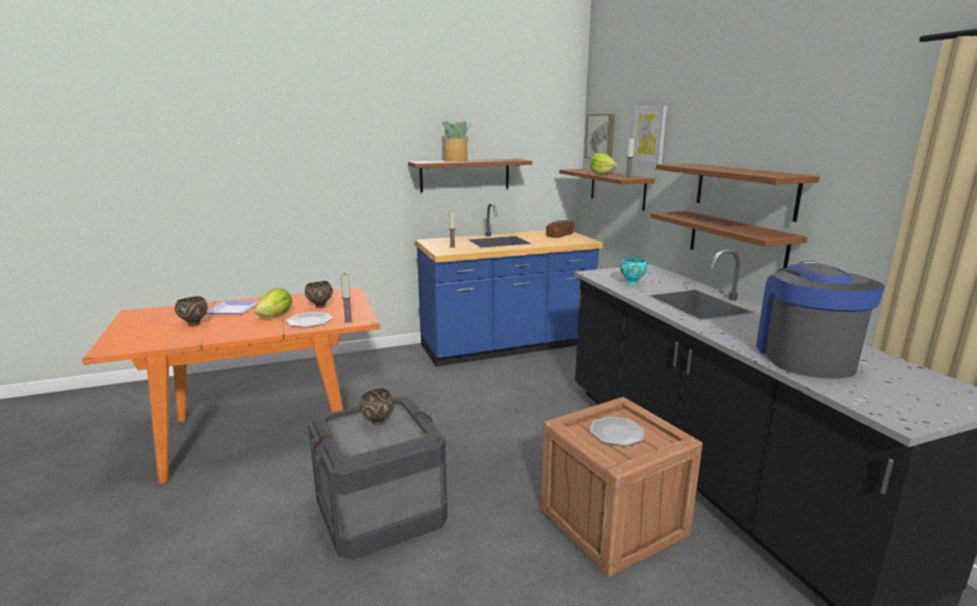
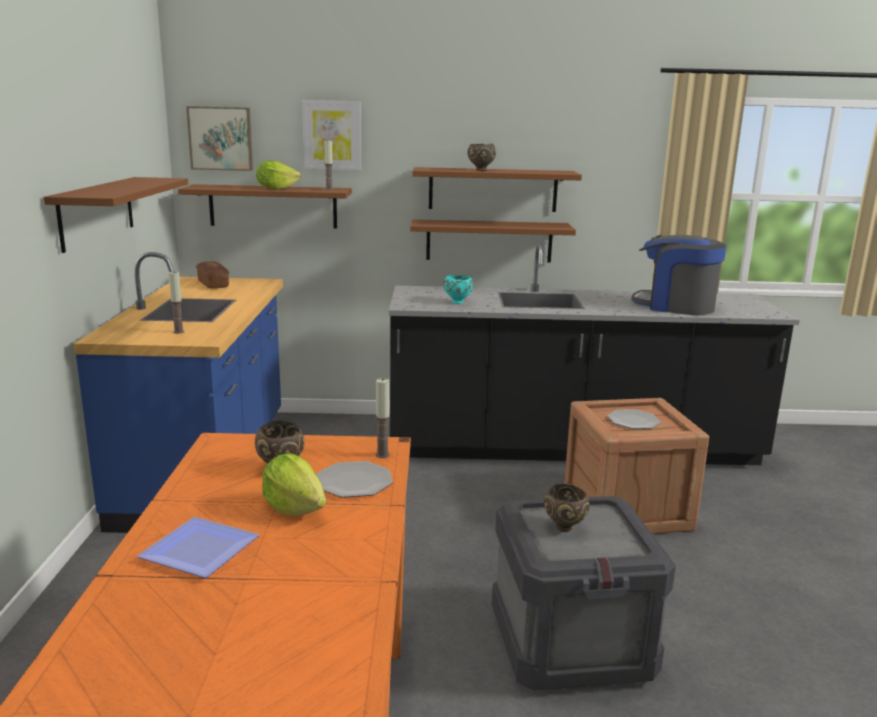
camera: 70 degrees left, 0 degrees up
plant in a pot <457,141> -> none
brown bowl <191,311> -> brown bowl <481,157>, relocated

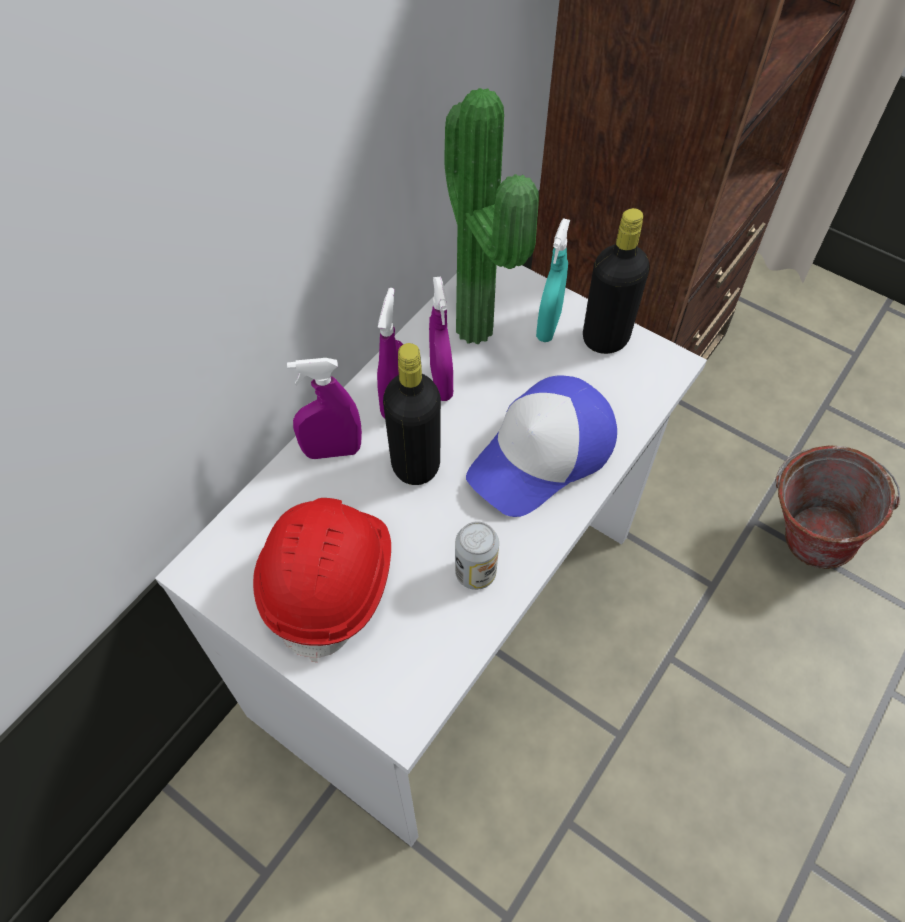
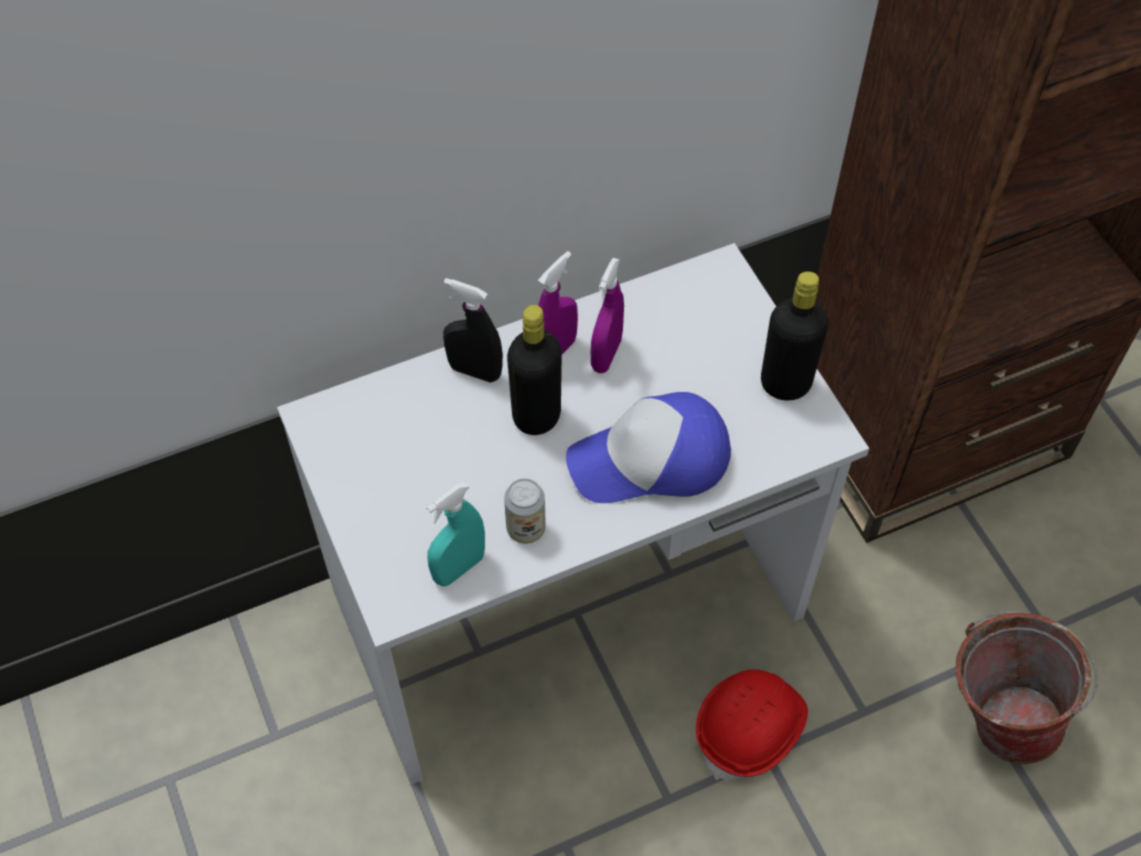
camera: 30 degrees right, 0 degrees up
plant in a pot <491,216> -> none
blue-green hand sprayer <553,280> -> blue-green hand sprayer <455,534>, relocated
purple-coloured hand sprayer <324,408> -> black hand sprayer <473,330>
red-coloured safety helmet <322,580> -> red-coloured safety helmet <752,725>, relocated

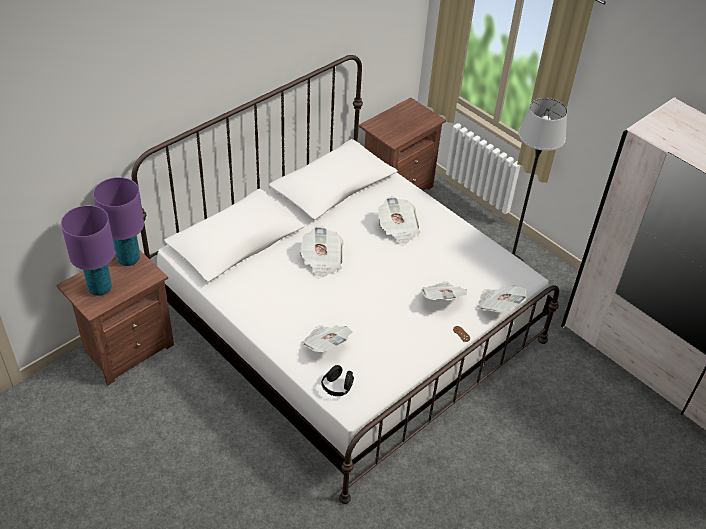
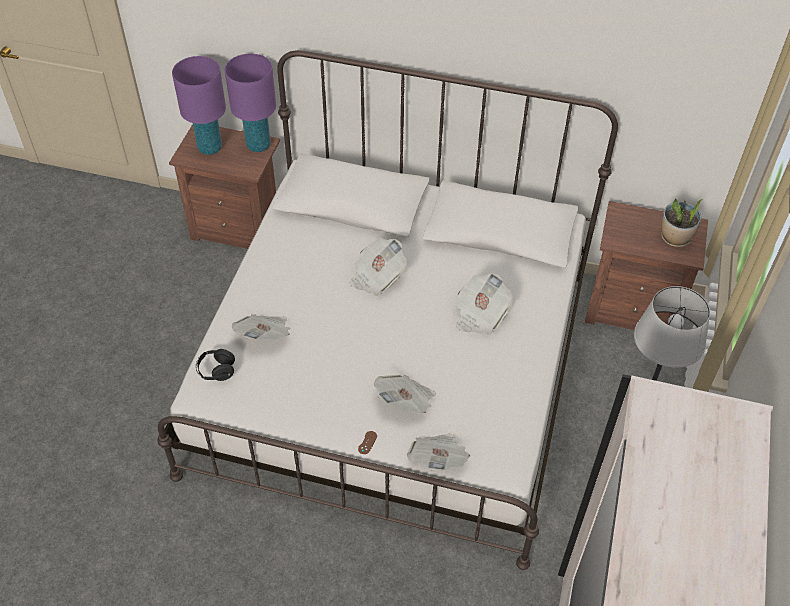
camera: 60 degrees right, 5 degrees up
none -> plant in a pot <682,222>

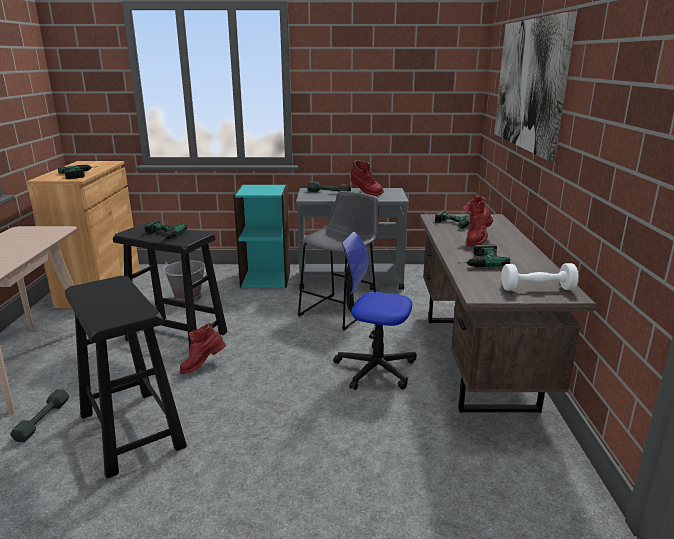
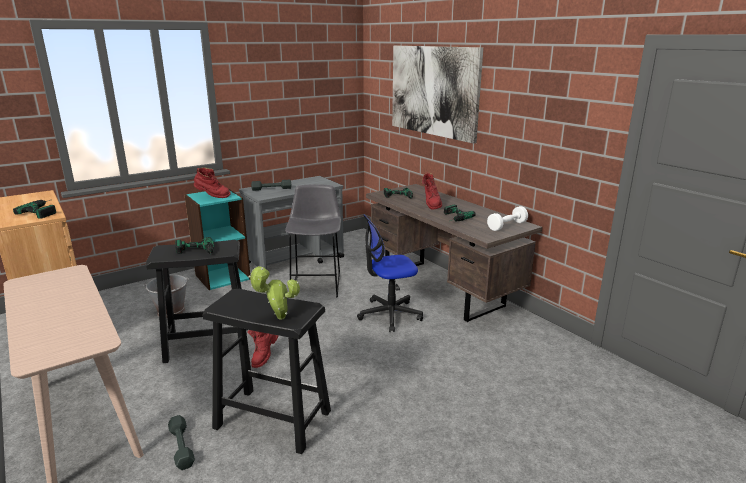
camera: 35 degrees left, 0 degrees up
red-coloured tall boot <367,178> -> red-coloured tall boot <212,182>, relocated
none -> plant in a pot <274,293>

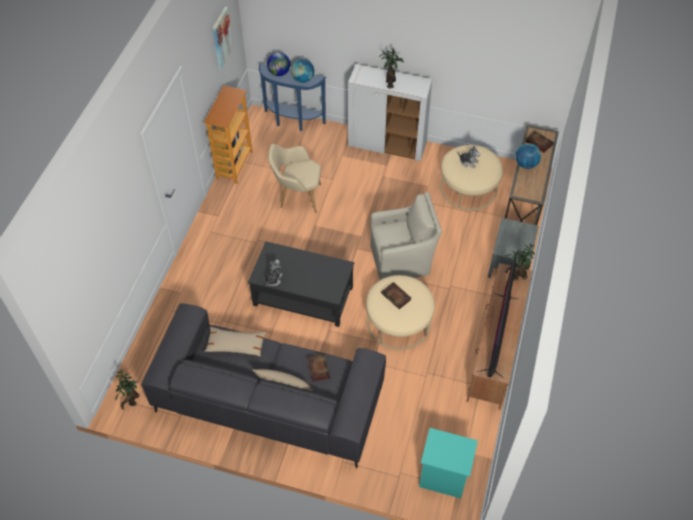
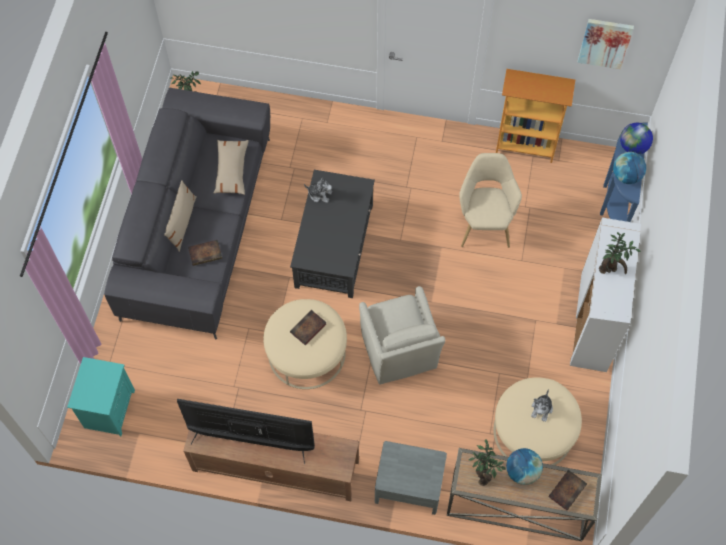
camera: 85 degrees right, 10 degrees up
plant in a pot <520,262> -> plant in a pot <487,462>, relocated

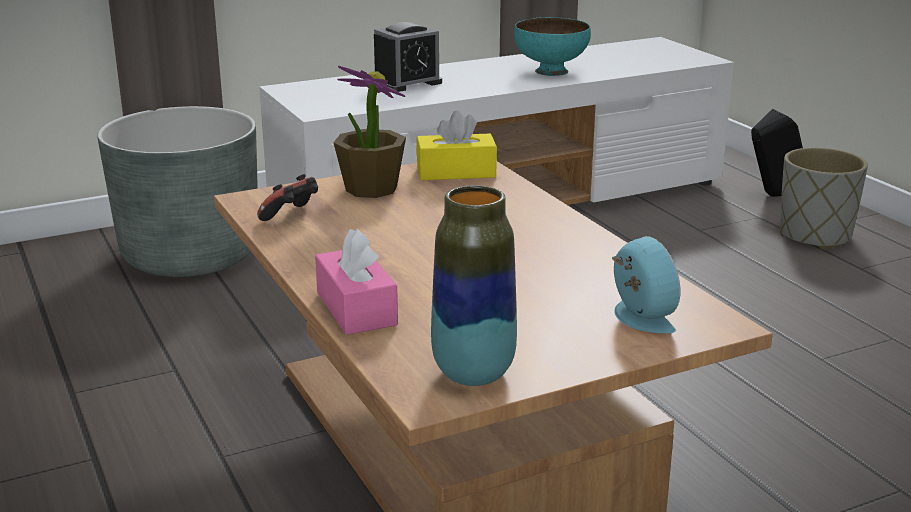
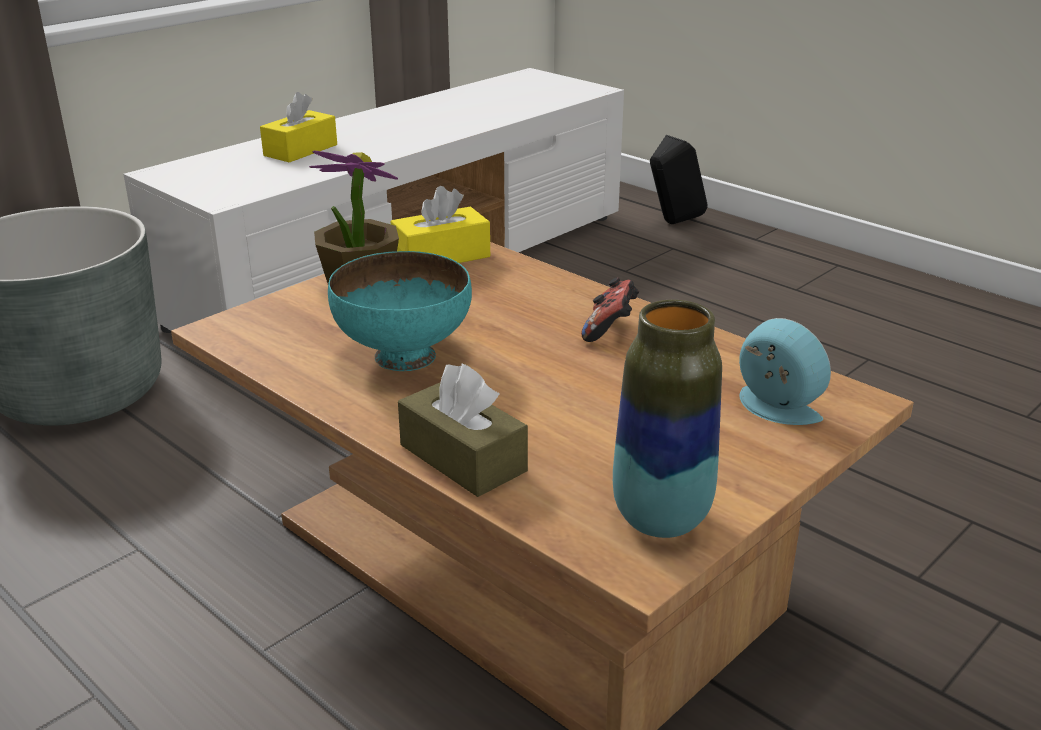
camera: 20 degrees left, 5 degrees up
blue-green bowl <552,46> -> blue-green bowl <400,311>, relocated
alarm clock <408,57> -> yellowish tissue box <298,127>
gray planter <824,198> -> none
game controller <287,197> -> game controller <610,309>, relocated
pinkish tissue box <356,282> -> brown tissue box <463,430>

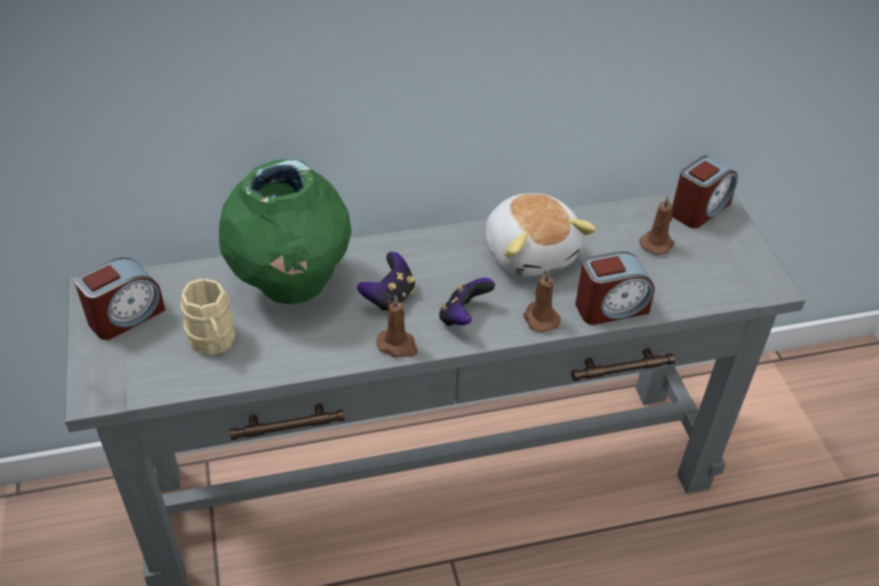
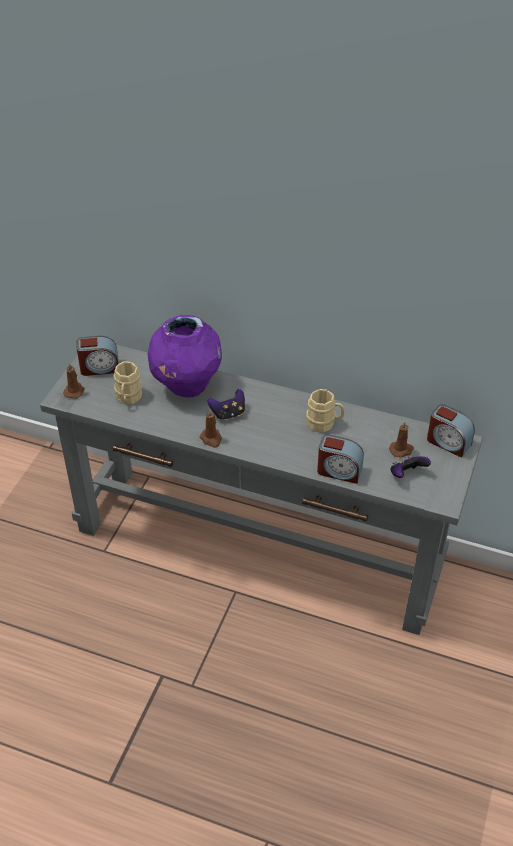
camera: 35 degrees right, 0 degrees up
alarm clock <705,192> -> alarm clock <451,431>, 45 degrees clockwise
greenish decorative vase <285,231> -> purple-coloured decorative vase <185,356>
cuddly toy <541,235> -> beige mug <325,411>
brown wax candle <542,301> -> brown wax candle <73,381>, relocated
game controller <467,302> -> game controller <410,466>, relocated

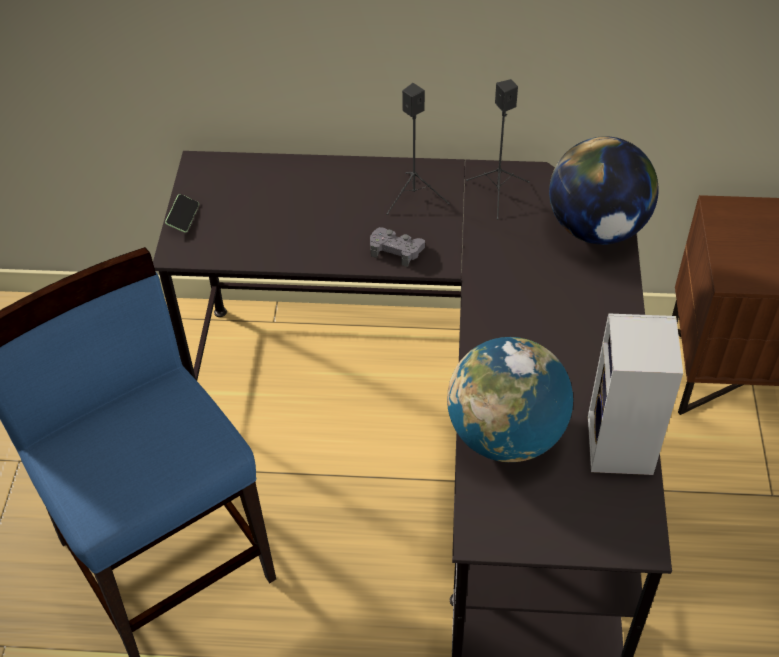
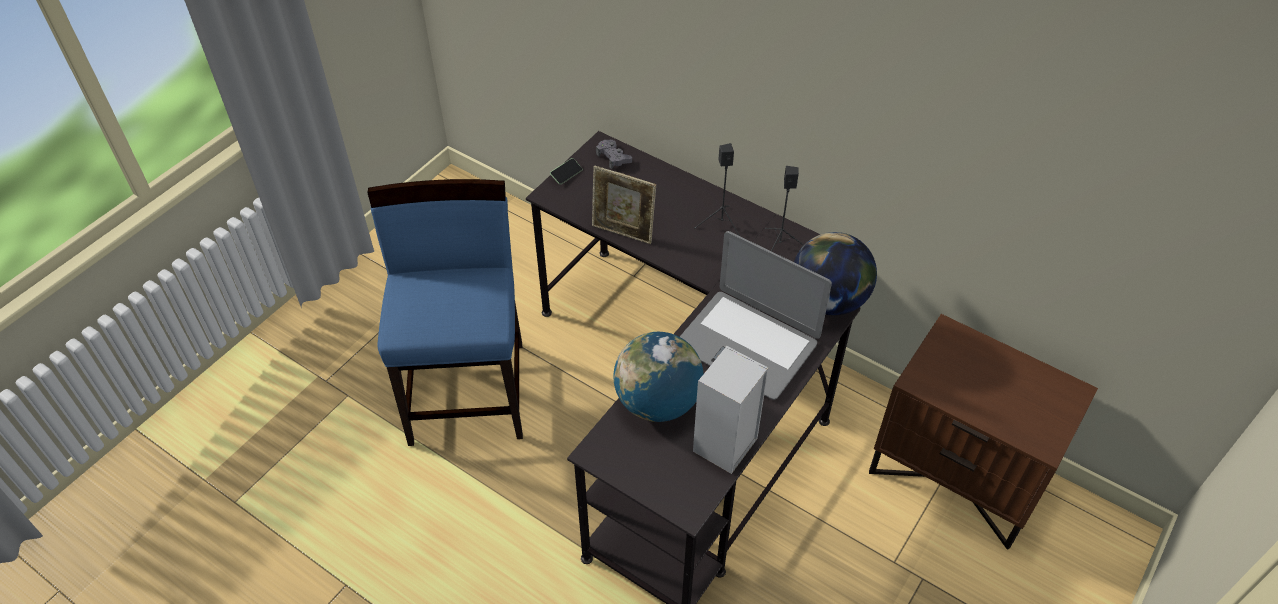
camera: 30 degrees right, 0 degrees up
gray game controller <397,247> -> gray game controller <614,154>, relocated
none -> standing frame <624,204>
none -> laptop <756,315>

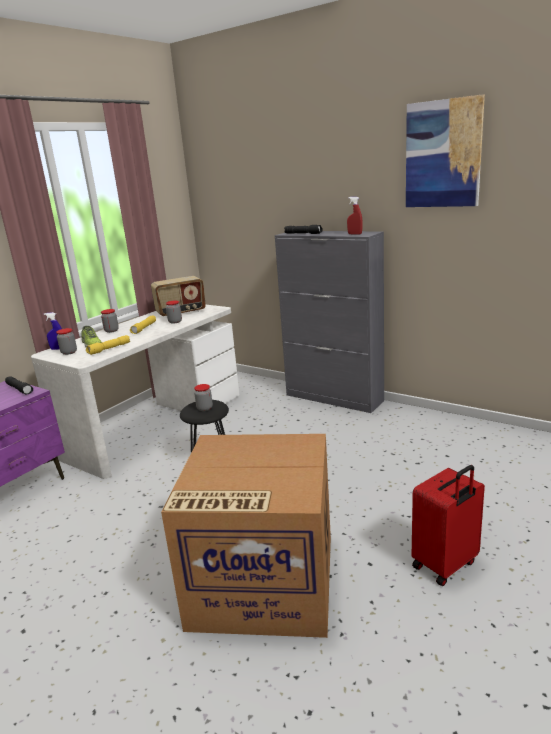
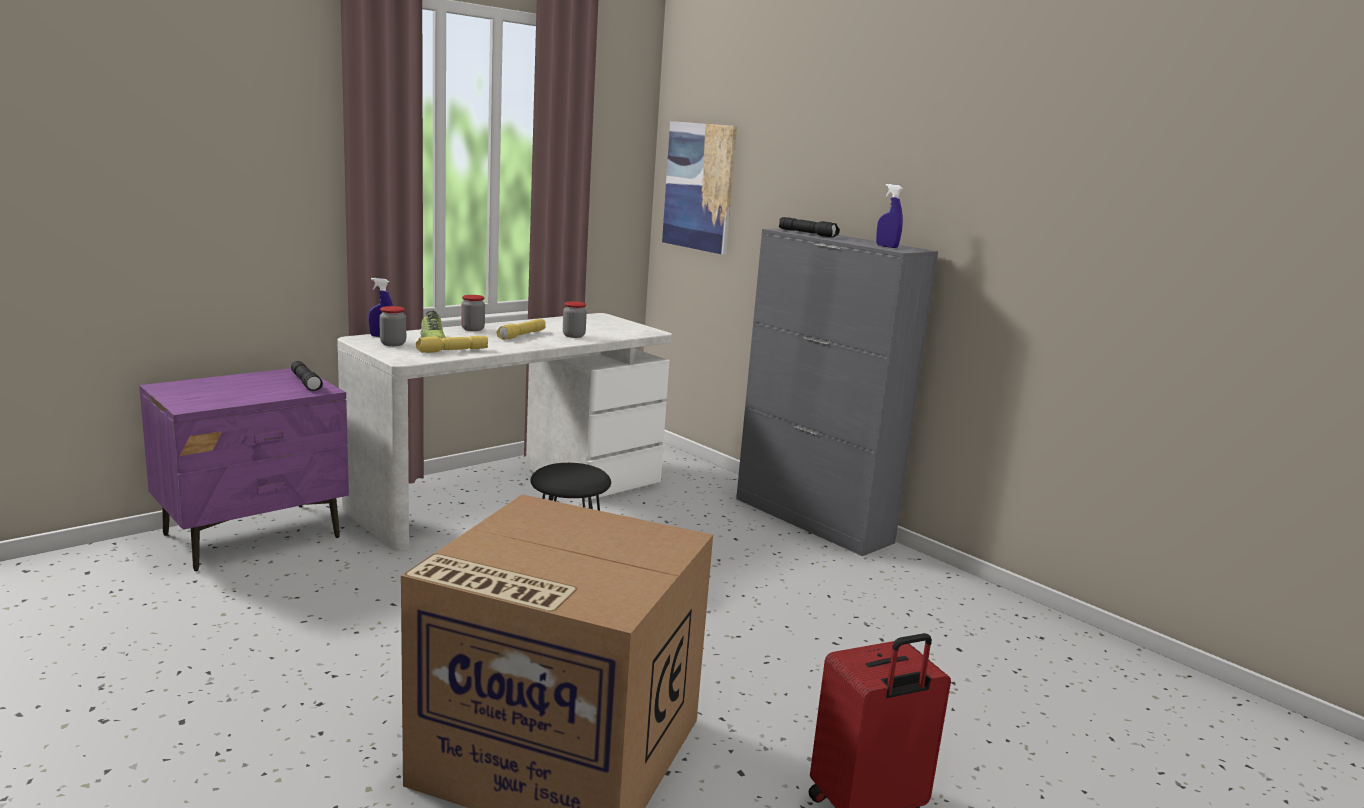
camera: 10 degrees right, 5 degrees down
picture <445,150> -> picture <699,188>, relocated
red-coloured hand sprayer <355,216> -> blue-coloured hand sprayer <889,216>
radio <178,296> -> none
preserve jar <203,397> -> none

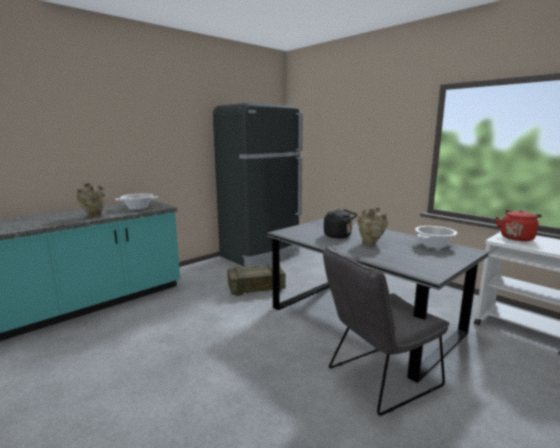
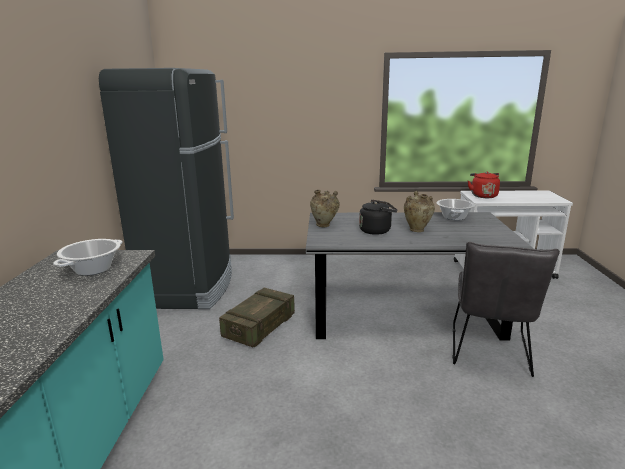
camera: 45 degrees left, 5 degrees up
beige decorative vase <91,200> -> beige decorative vase <325,208>, relocated

